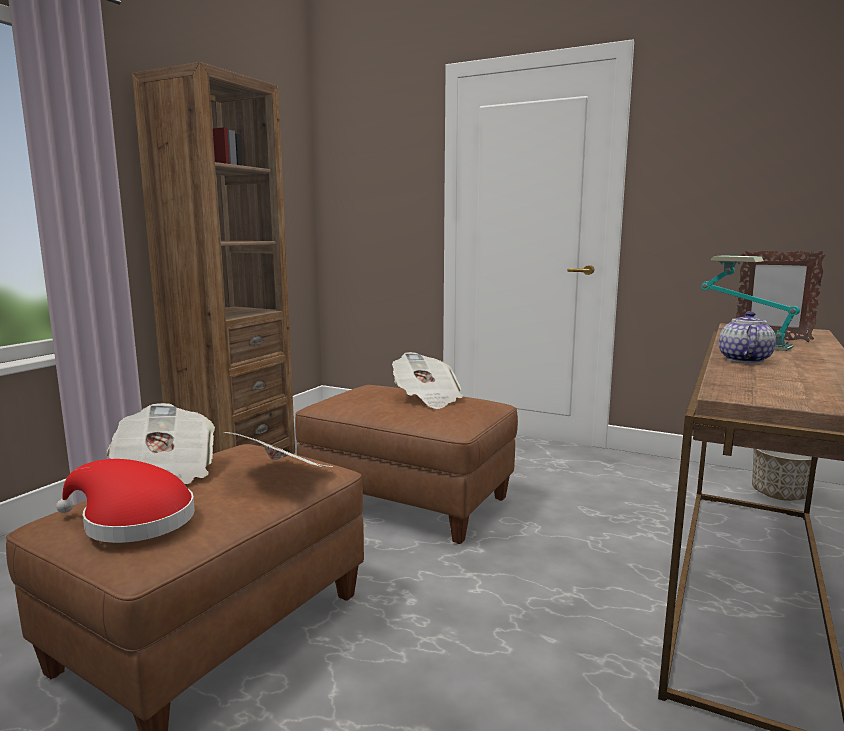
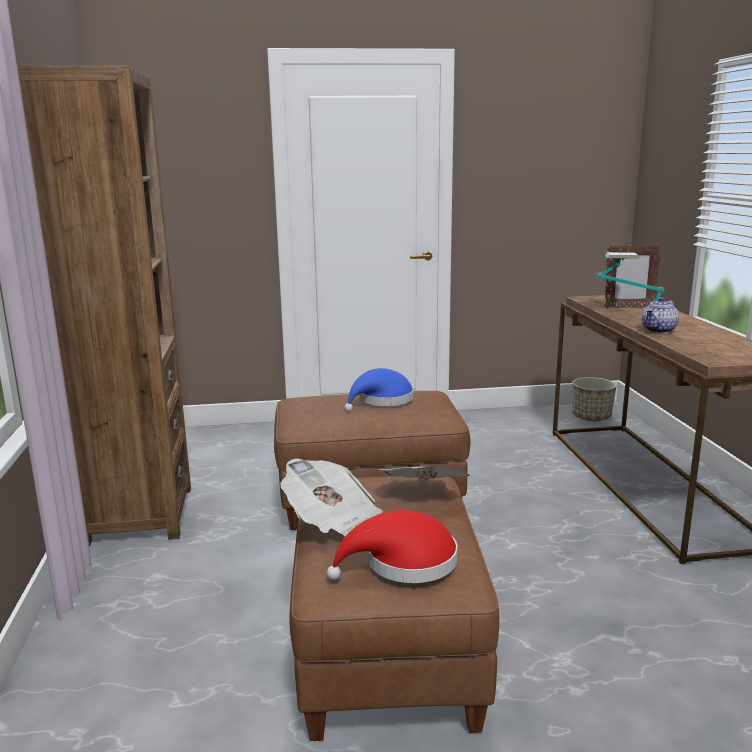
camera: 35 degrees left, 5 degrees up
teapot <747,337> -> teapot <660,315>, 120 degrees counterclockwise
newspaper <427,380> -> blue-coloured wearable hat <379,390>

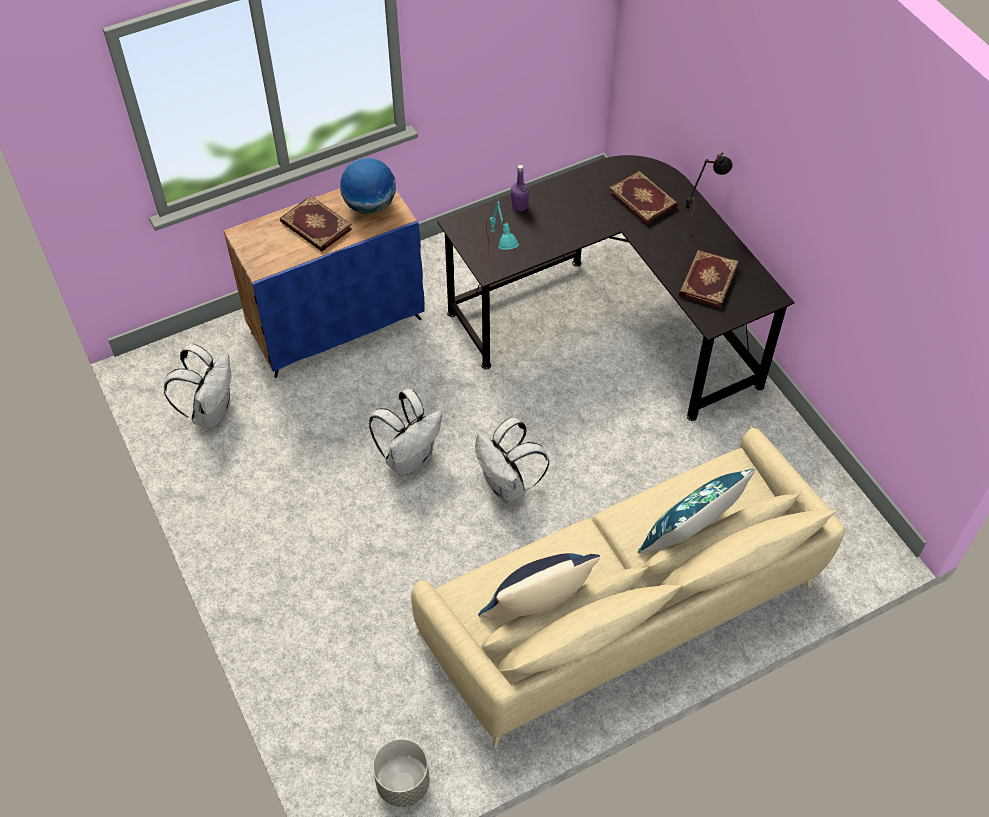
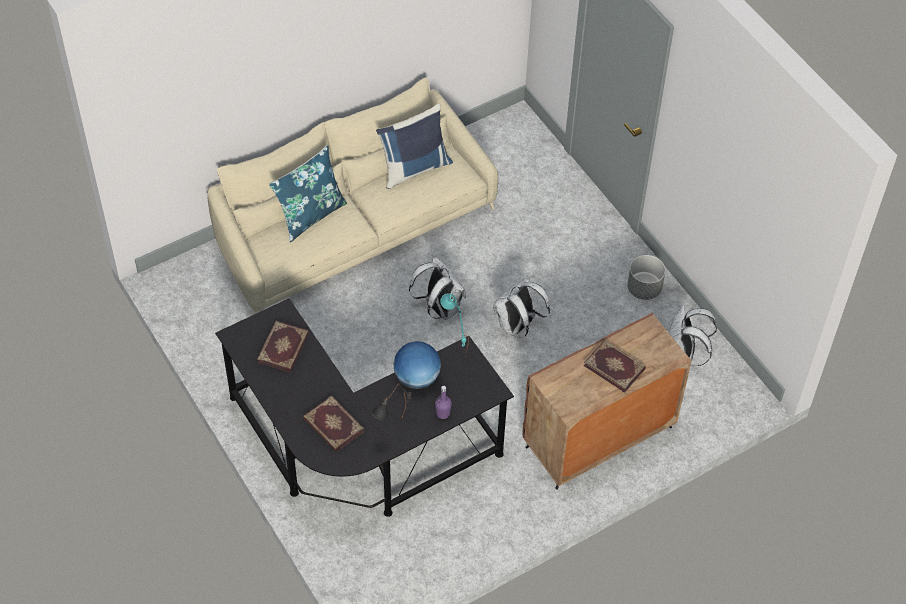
camera: 175 degrees right, 0 degrees up
black tabletop lamp <709,194> -> black tabletop lamp <392,401>, relocated
world globe <368,186> -> world globe <417,365>, relocated
blue-coloured cupboard <324,283> -> brown cupboard <607,401>
gray planter <401,773> -> gray planter <646,277>, relocated

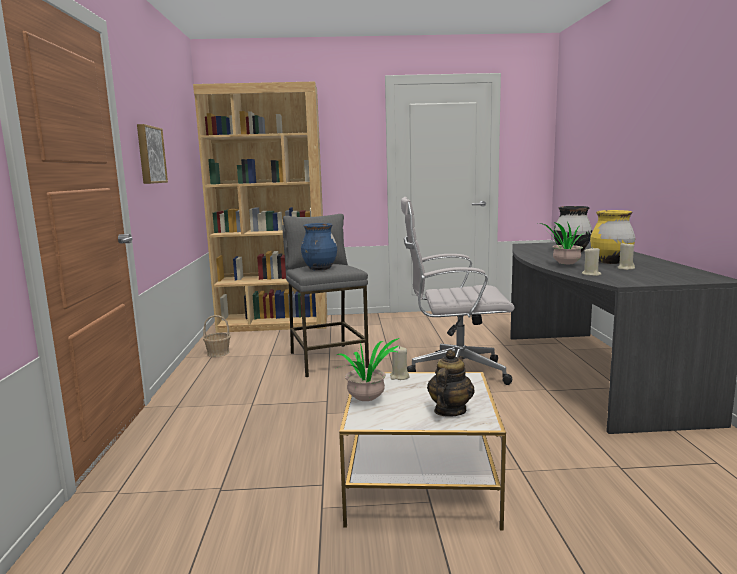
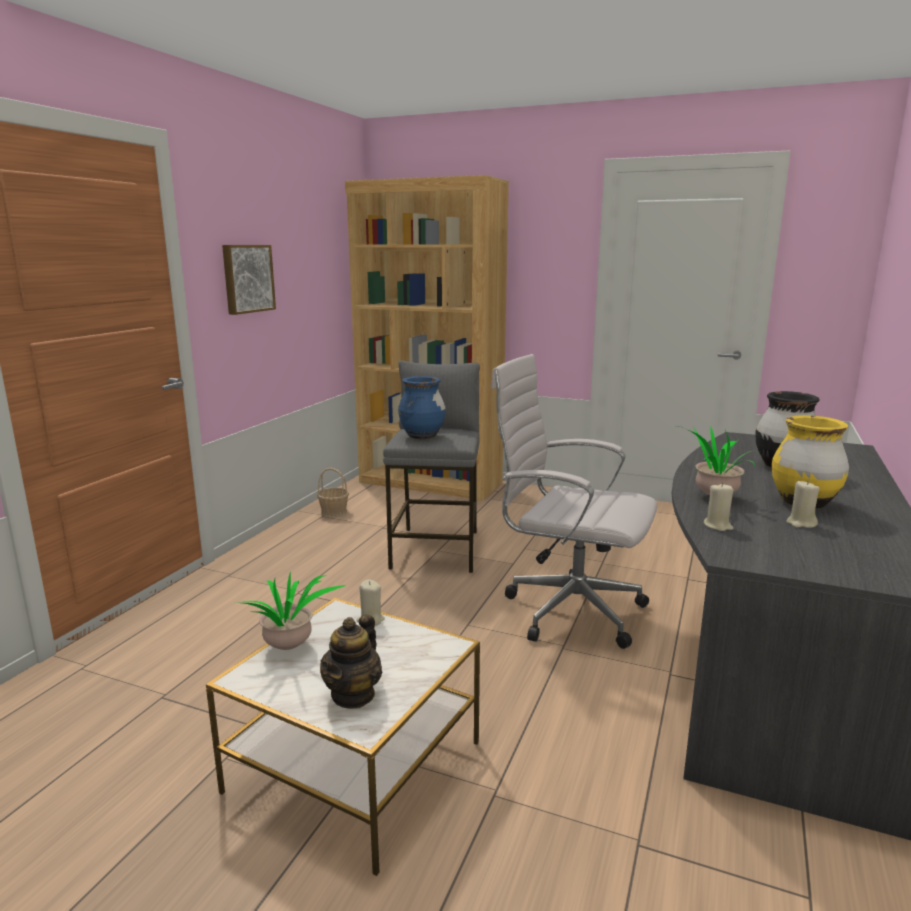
camera: 25 degrees right, 5 degrees up
teapot <451,383> -> teapot <351,661>, 150 degrees clockwise

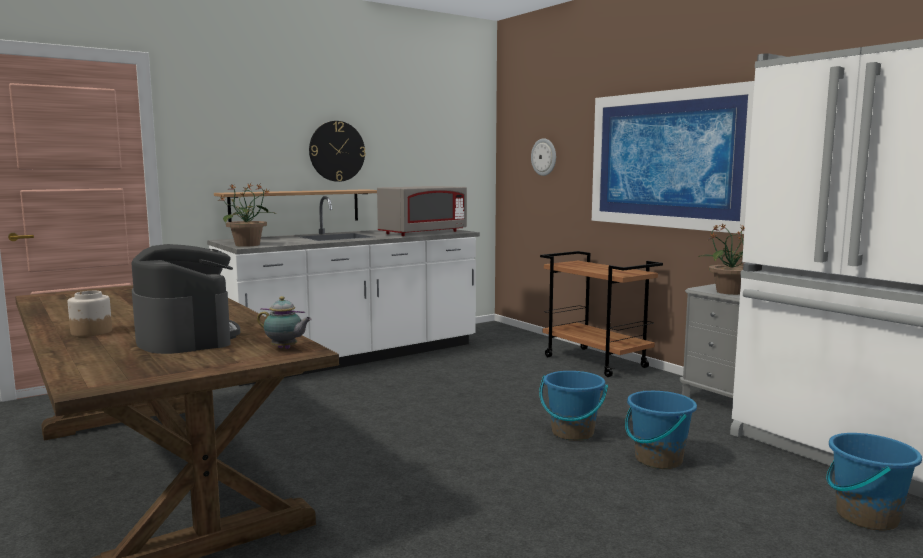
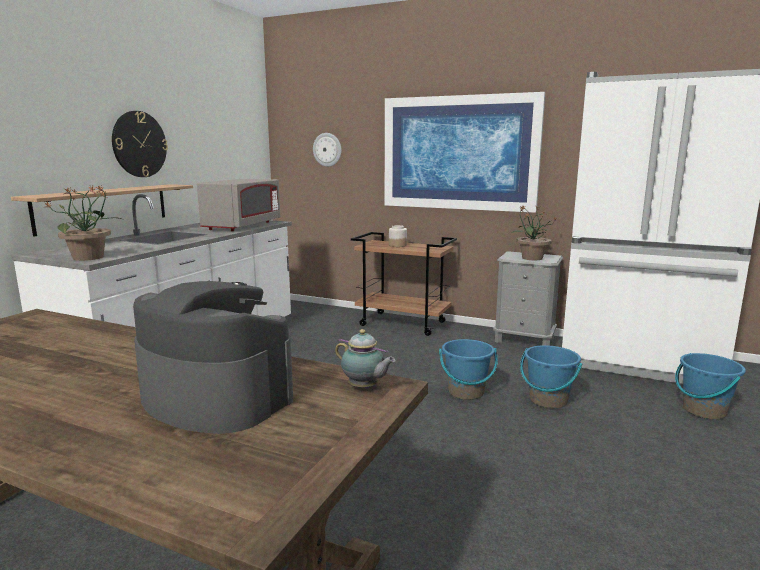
camera: 30 degrees left, 5 degrees up
preserve jar <90,314> -> preserve jar <398,236>, relocated
teapot <284,322> -> teapot <365,359>, 45 degrees clockwise

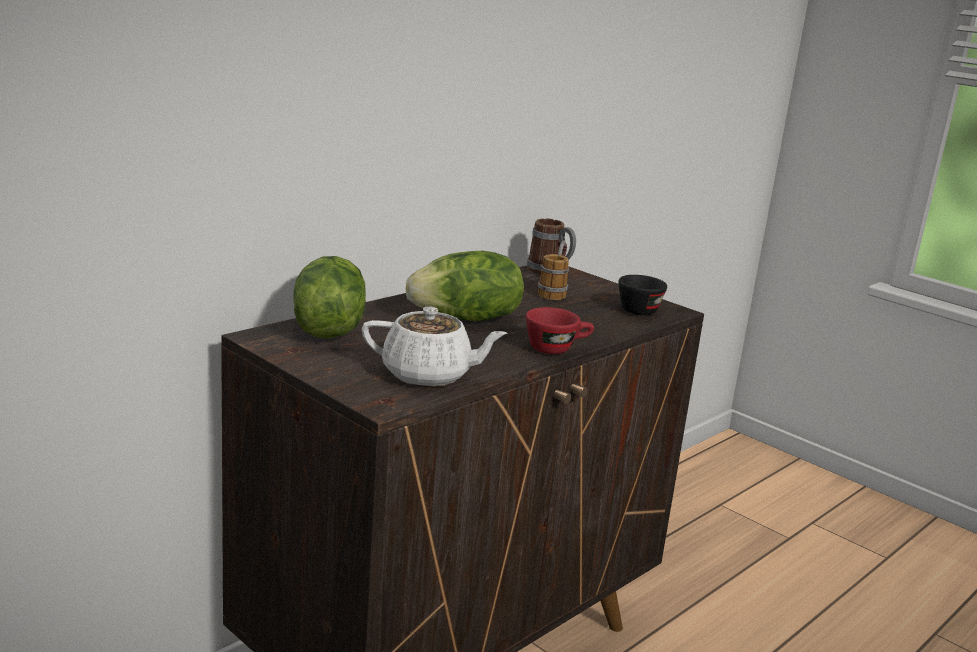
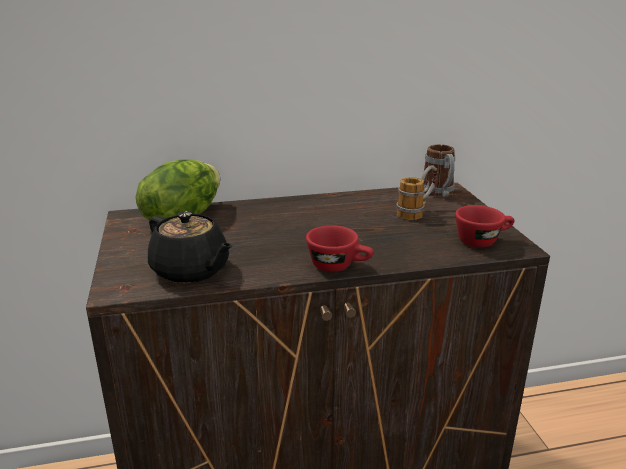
camera: 35 degrees right, 5 degrees up
lettuce <465,286> -> none
black cup <642,295> -> red-coloured cup <485,226>
whitish teapot <435,347> -> black teapot <190,247>

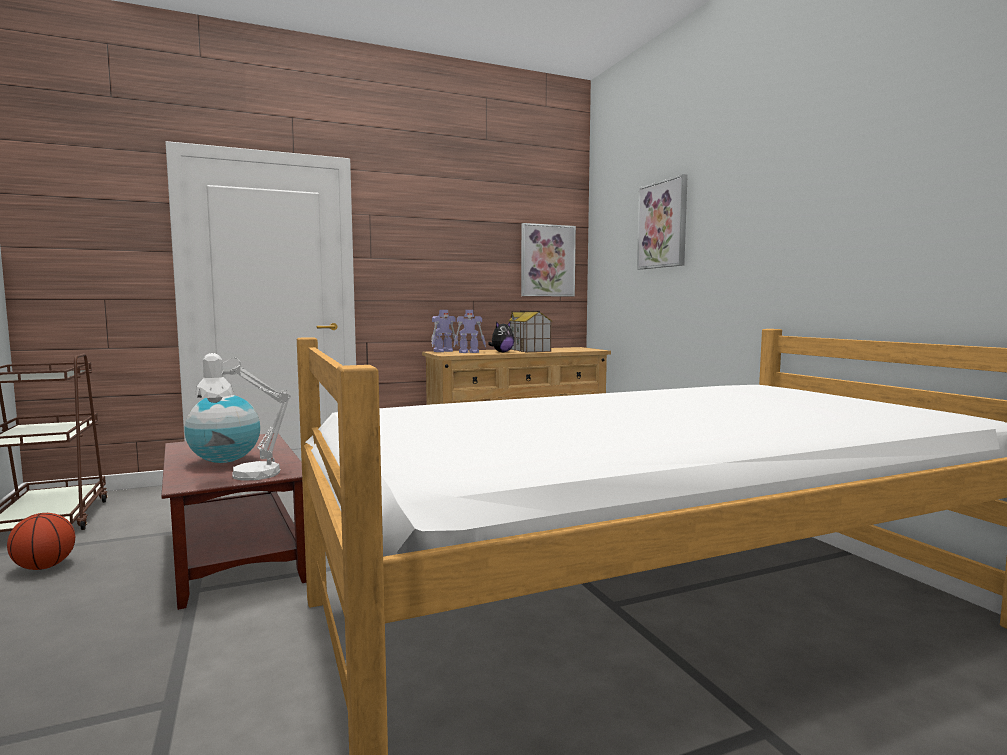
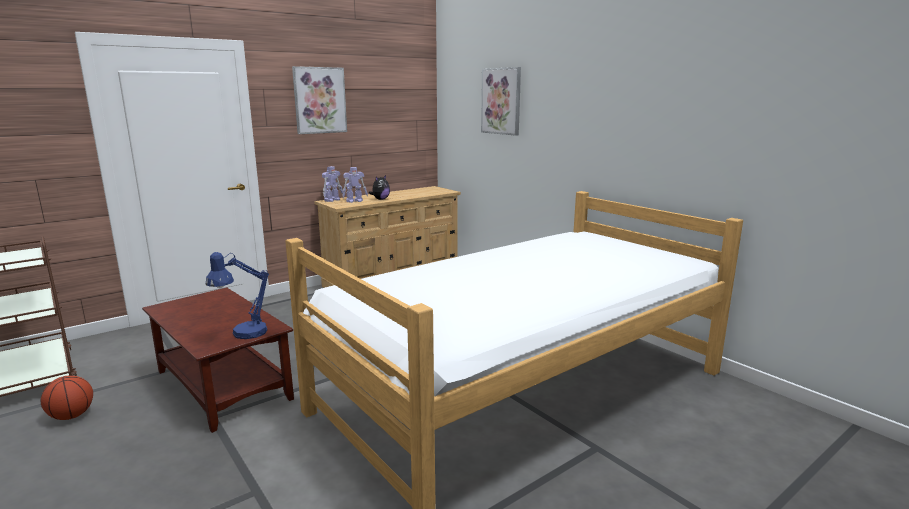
camera: 15 degrees left, 10 degrees up
picture <548,260> -> picture <319,100>, relocated
model house <530,331> -> none
whitish tabletop lamp <243,417> -> blue-coloured tabletop lamp <237,295>
world globe <222,429> -> none

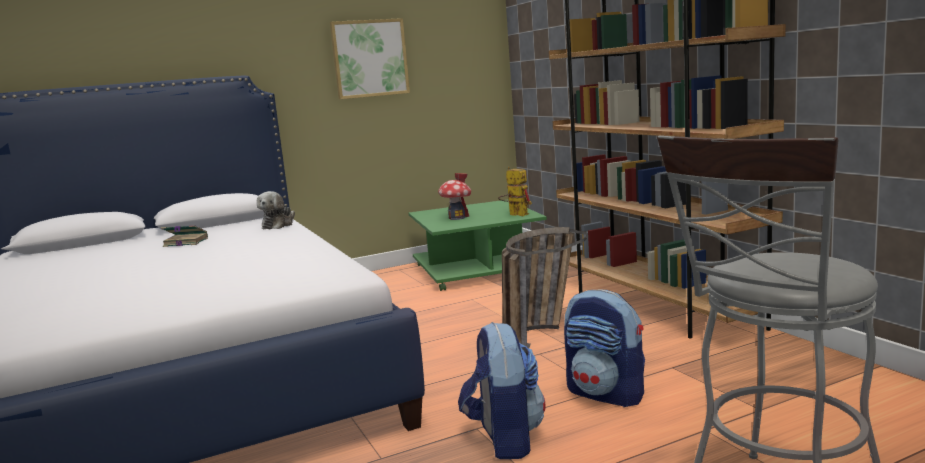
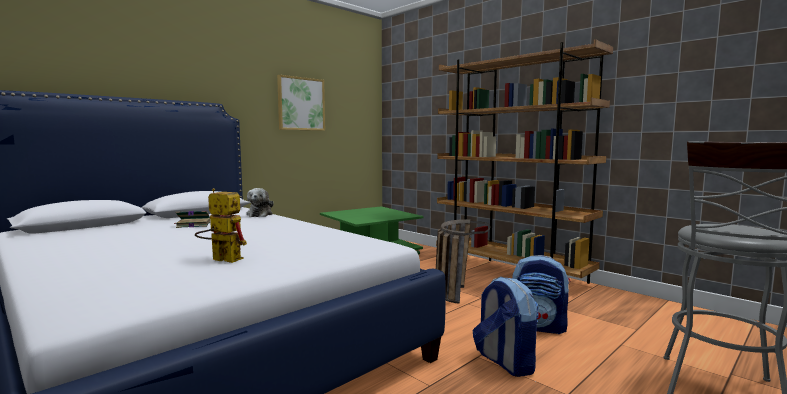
camera: 20 degrees left, 5 degrees down
toy robot <515,191> -> toy robot <221,225>, relocated
model house <454,196> -> none

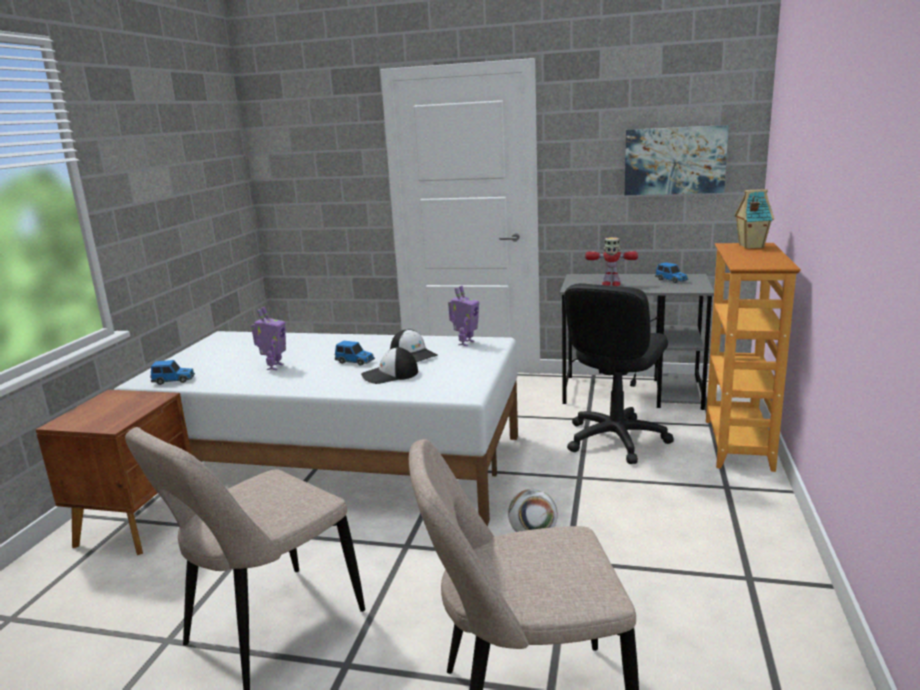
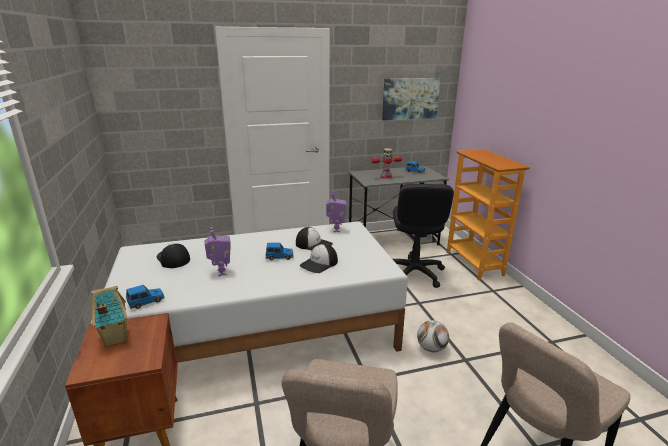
camera: 30 degrees left, 5 degrees up
model house <754,219> -> model house <109,316>, relocated
none -> cap <173,255>

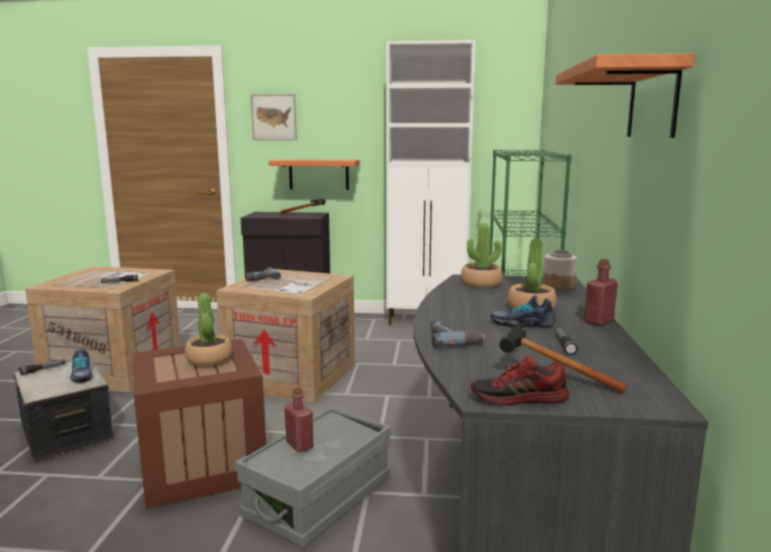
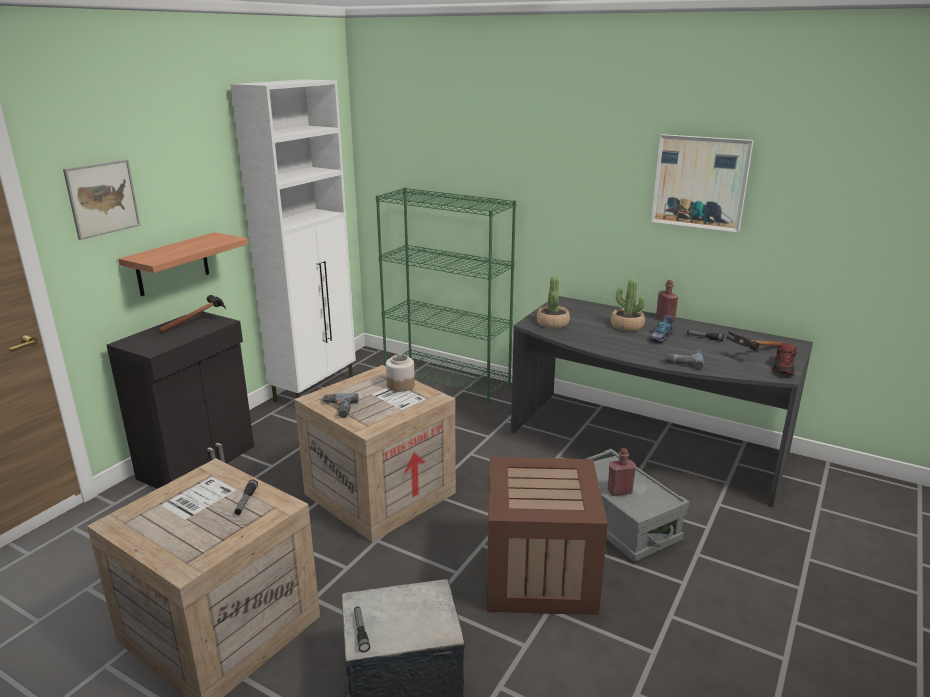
camera: 65 degrees left, 10 degrees up
shelf <625,95> -> picture <702,183>
preserve jar <560,269> -> preserve jar <400,373>, relocated
plant in a pot <208,329> -> none
low shoe <81,366> -> none

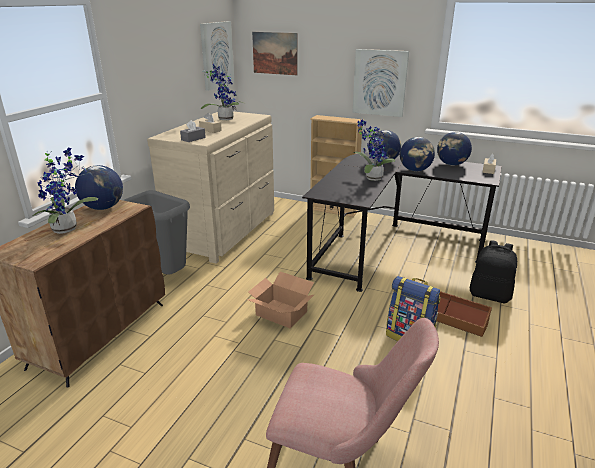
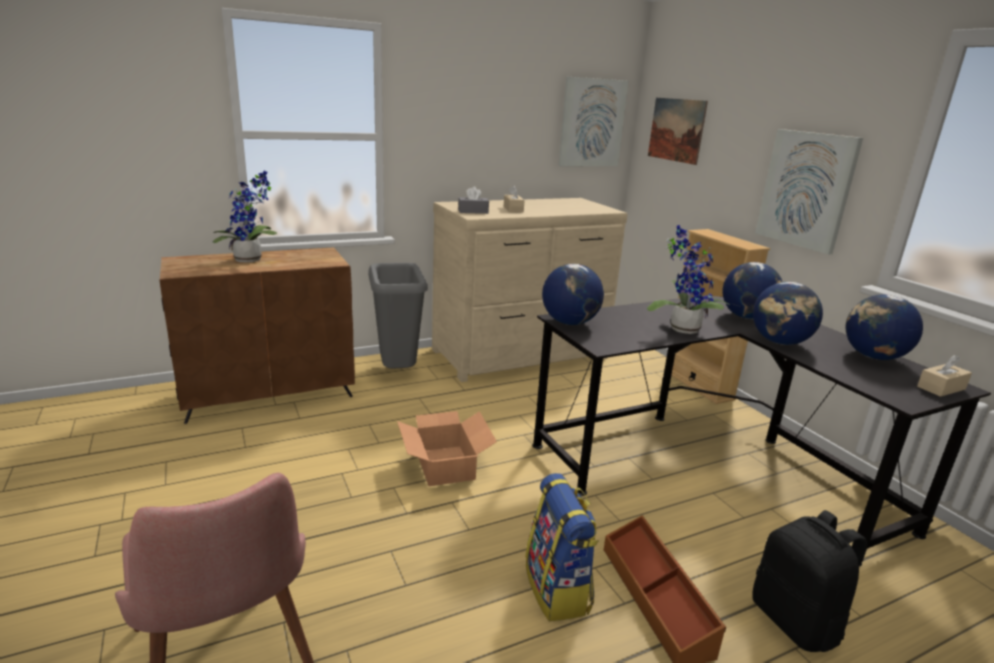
camera: 40 degrees right, 5 degrees down
plant in a pot <223,92> -> none
world globe <99,187> -> world globe <573,294>, relocated

